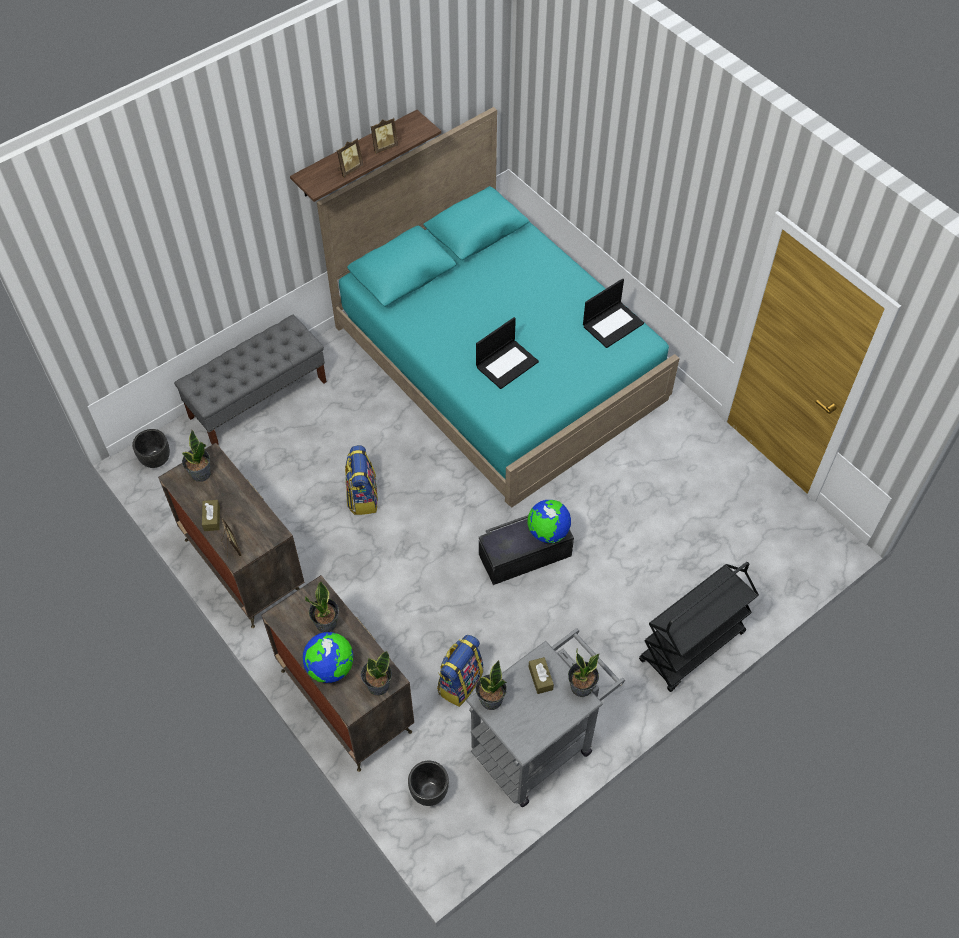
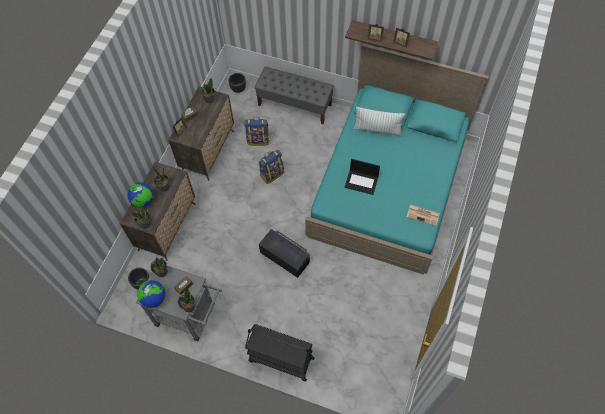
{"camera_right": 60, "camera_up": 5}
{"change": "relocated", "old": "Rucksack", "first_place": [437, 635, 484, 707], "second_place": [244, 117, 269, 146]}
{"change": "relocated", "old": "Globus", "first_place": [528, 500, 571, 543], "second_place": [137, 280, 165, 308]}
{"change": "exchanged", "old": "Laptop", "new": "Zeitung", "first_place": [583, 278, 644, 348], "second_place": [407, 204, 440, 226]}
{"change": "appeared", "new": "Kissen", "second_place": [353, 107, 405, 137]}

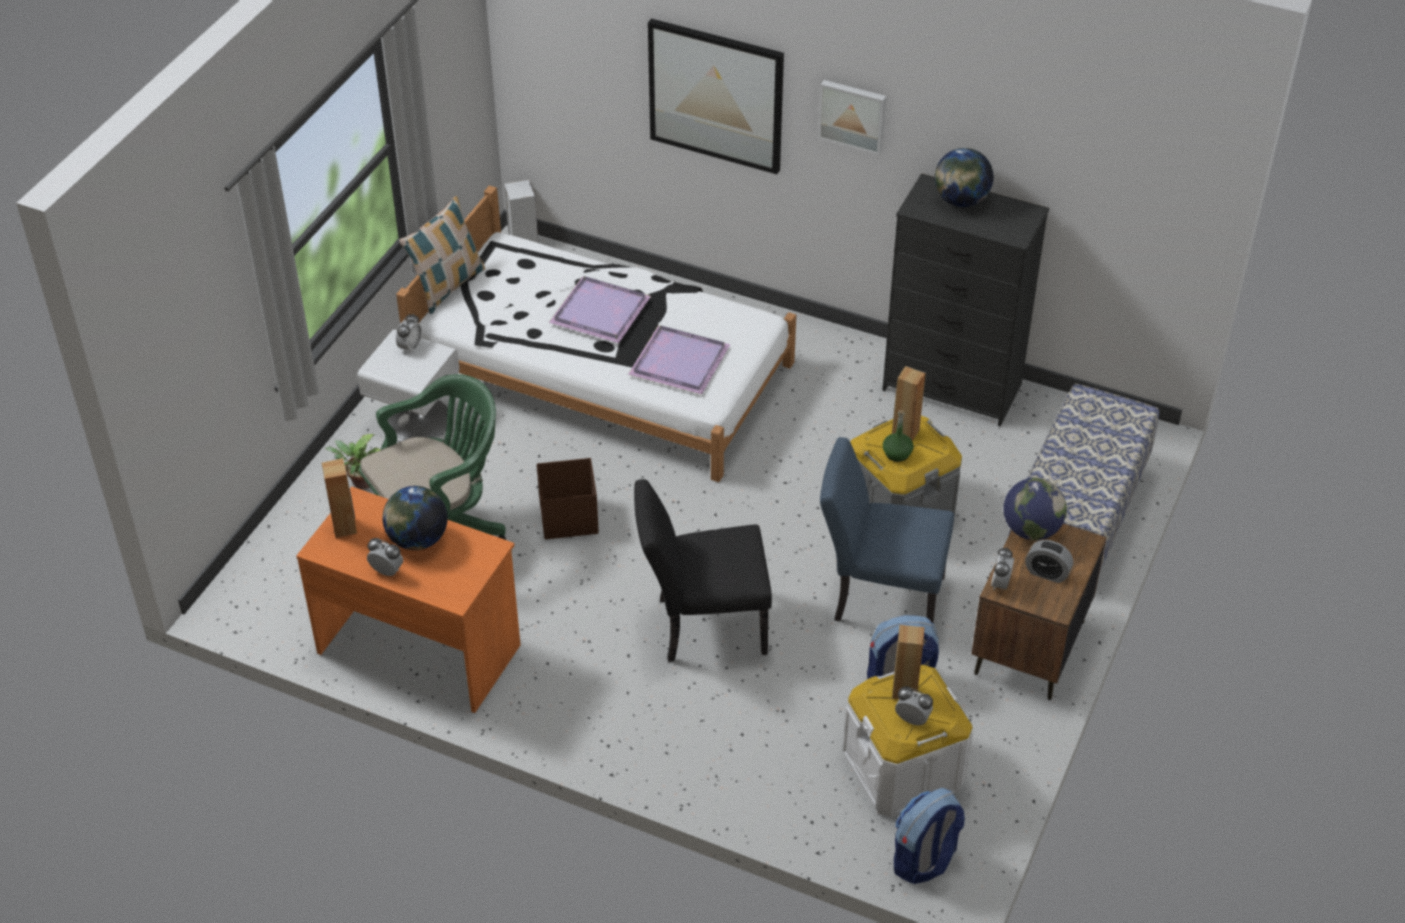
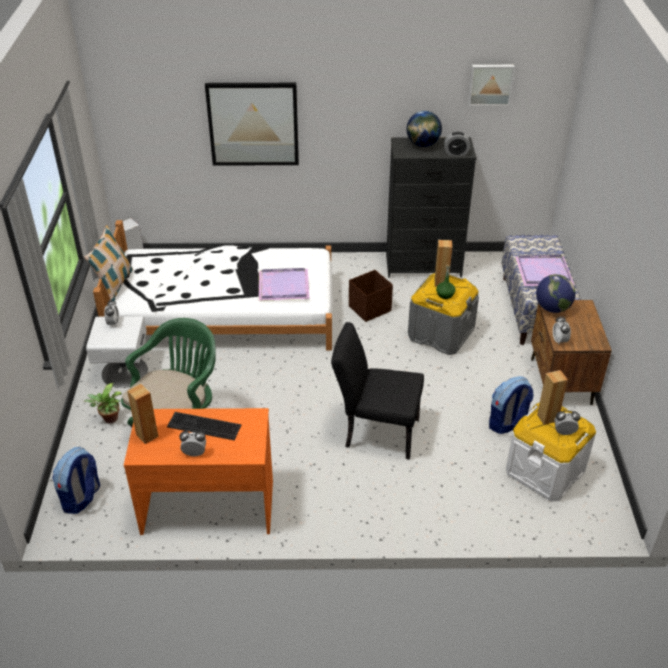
{"camera_right": -25, "camera_up": -5}
{"change": "exchanged", "old": "Globus", "new": "Tastatur", "first_place": [382, 486, 448, 550], "second_place": [167, 412, 241, 440]}
{"change": "relocated", "old": "Aufbewahrungsbox [braun]", "first_place": [537, 458, 599, 539], "second_place": [349, 270, 393, 322]}
{"change": "relocated", "old": "Tablett [lila]", "first_place": [549, 276, 651, 343], "second_place": [515, 255, 574, 286]}
{"change": "spun", "old": "Stuhl [schwarz]", "first_place": [634, 479, 772, 662], "second_place": [331, 322, 424, 460], "degrees": 45}
{"change": "relocated", "old": "Bild", "first_place": [818, 80, 886, 155], "second_place": [468, 65, 515, 106]}
{"change": "missing", "old": "Stuhl [blau]", "first_place": [820, 437, 954, 624]}
{"change": "relocated", "old": "Rucksack", "first_place": [894, 788, 965, 884], "second_place": [52, 447, 100, 514]}
{"change": "relocated", "old": "Wecker", "first_place": [1025, 540, 1073, 583], "second_place": [444, 132, 470, 156]}

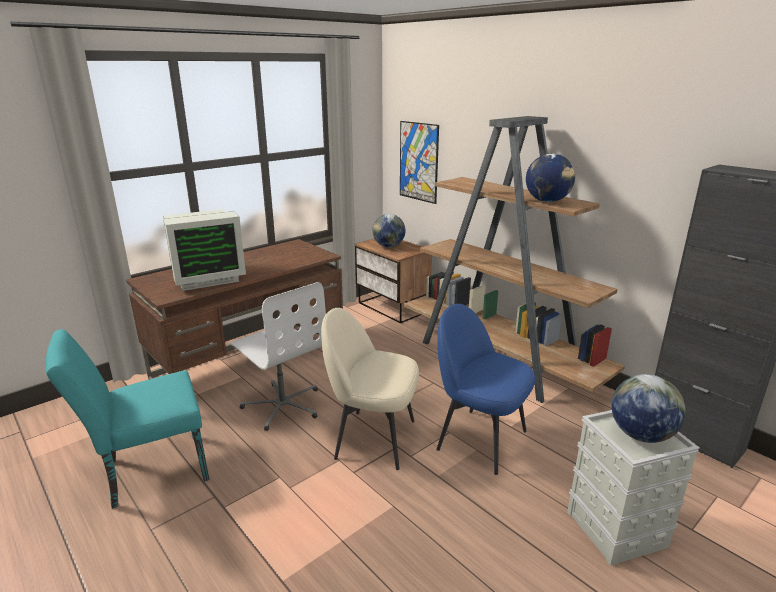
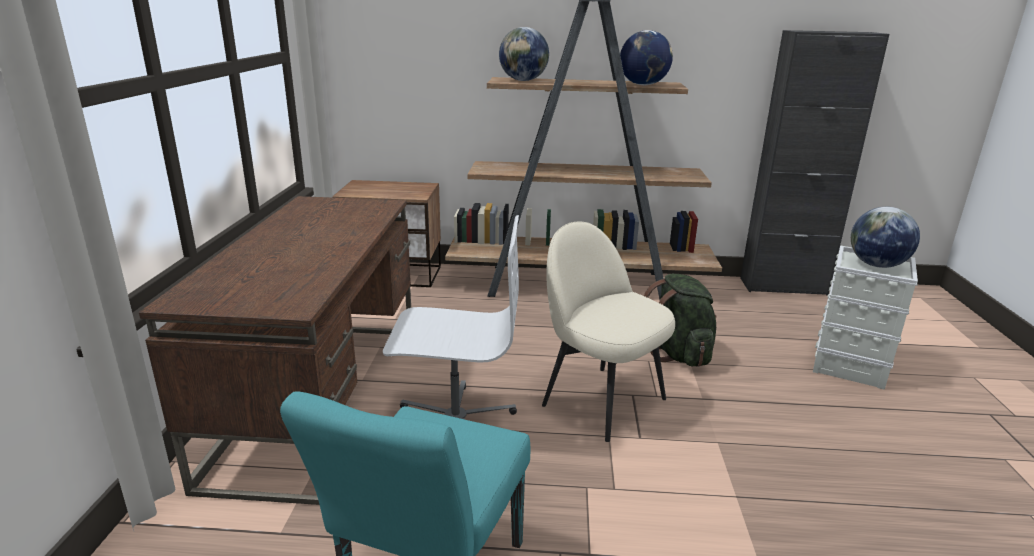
{"camera_right": -45, "camera_up": 0}
{"change": "missing", "old": "Monitor", "first_place": [163, 209, 246, 291]}
{"change": "spun", "old": "Stuhl [beige]", "first_place": [321, 308, 419, 470], "second_place": [542, 222, 675, 442], "degrees": 75}
{"change": "relocated", "old": "Globus", "first_place": [372, 214, 406, 248], "second_place": [499, 27, 549, 81]}
{"change": "missing", "old": "Bild", "first_place": [400, 121, 439, 204]}
{"change": "exchanged", "old": "Stuhl [blau]", "new": "Rucksack [grün]", "first_place": [437, 304, 535, 475], "second_place": [644, 274, 717, 367]}

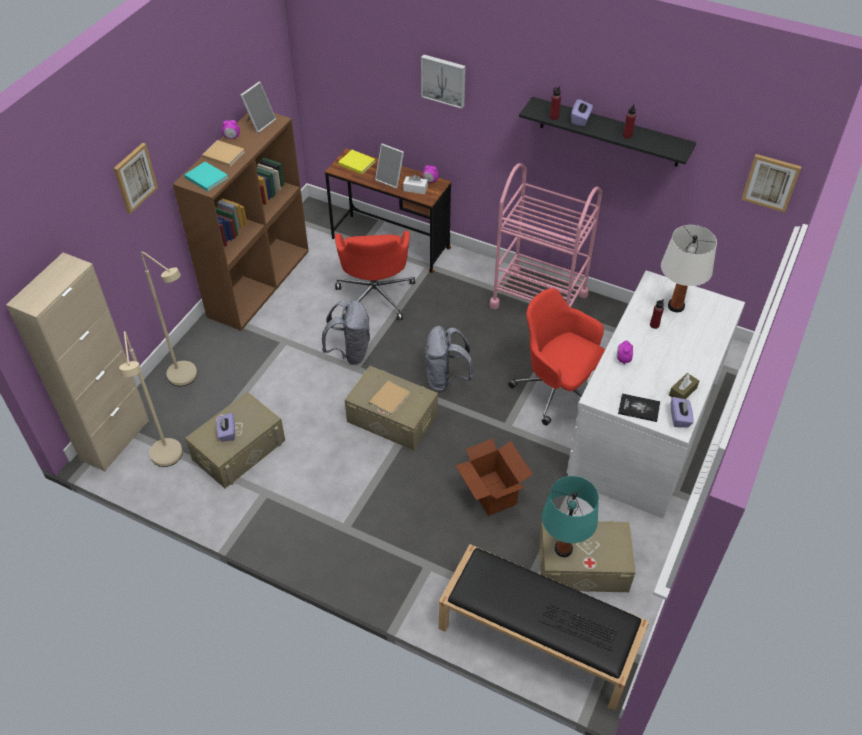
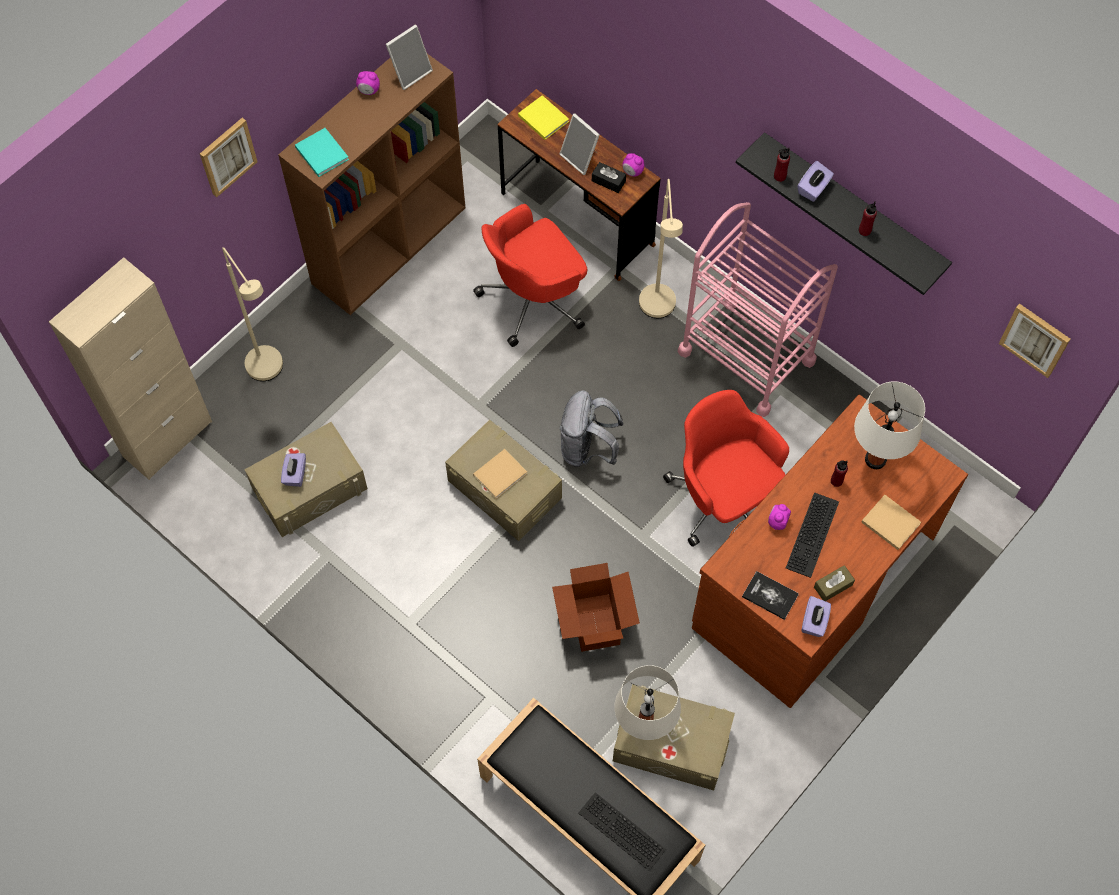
{"camera_right": 15, "camera_up": 15}
{"change": "relocated", "old": "Stehlampe [beige]", "first_place": [119, 331, 183, 467], "second_place": [639, 179, 683, 318]}
{"change": "relocated", "old": "Buch [beige]", "first_place": [202, 140, 245, 167], "second_place": [861, 495, 921, 550]}
{"change": "missing", "old": "Rucksack [grau]", "first_place": [322, 300, 370, 365]}
{"change": "spun", "old": "Bürostuhl [rot]", "first_place": [335, 231, 415, 320], "second_place": [473, 204, 587, 347], "degrees": 45}
{"change": "colour", "old": "Taschentuchbox [weiß]", "new": "Taschentuchbox [schwarz]", "first_place": [403, 174, 428, 194], "second_place": [592, 162, 626, 193]}
{"change": "missing", "old": "Bild", "first_place": [421, 54, 466, 109]}
{"change": "colour", "old": "Tischlampe [türkis]", "new": "Tischlampe [weiß]", "first_place": [542, 476, 599, 557], "second_place": [614, 665, 681, 740]}
{"change": "colour", "old": "Schreibtisch [weiß]", "new": "Schreibtisch [braun]", "first_place": [567, 270, 745, 518], "second_place": [692, 394, 968, 708]}
{"change": "appeared", "new": "Tastatur", "second_place": [786, 492, 839, 578]}

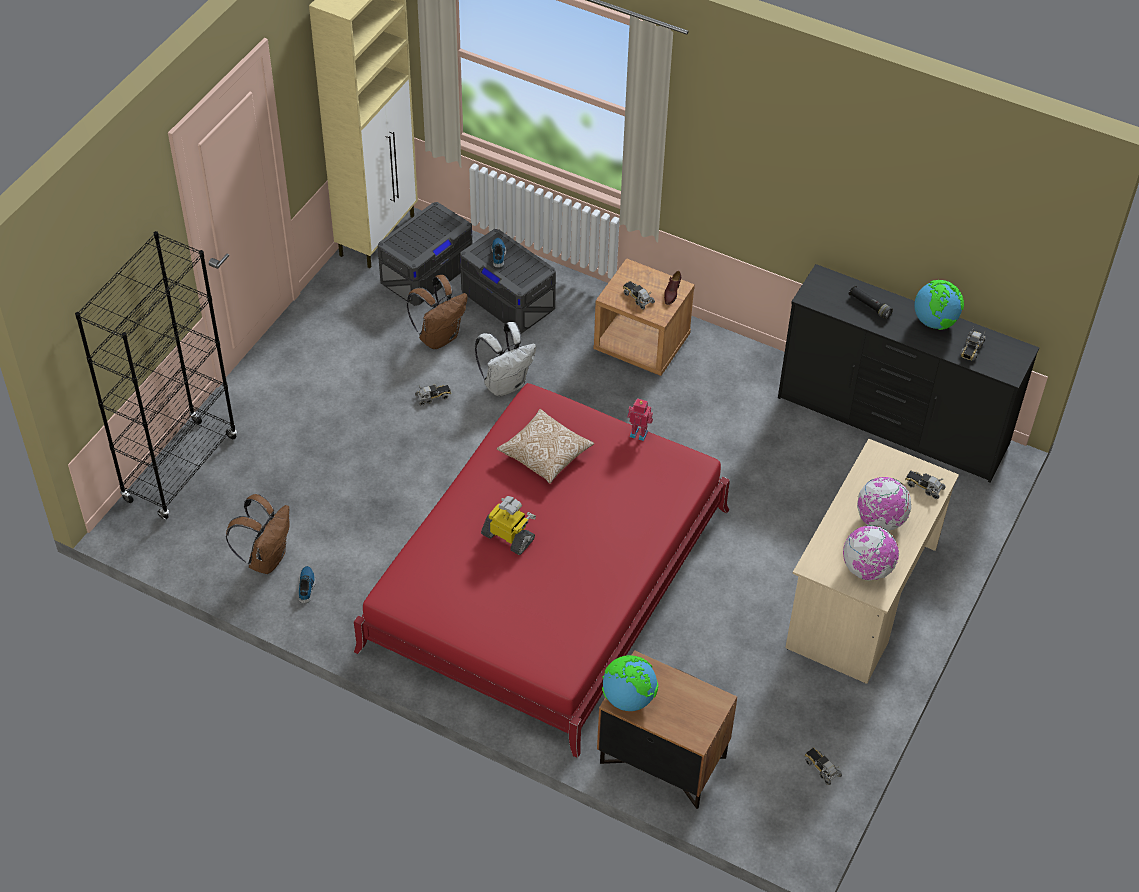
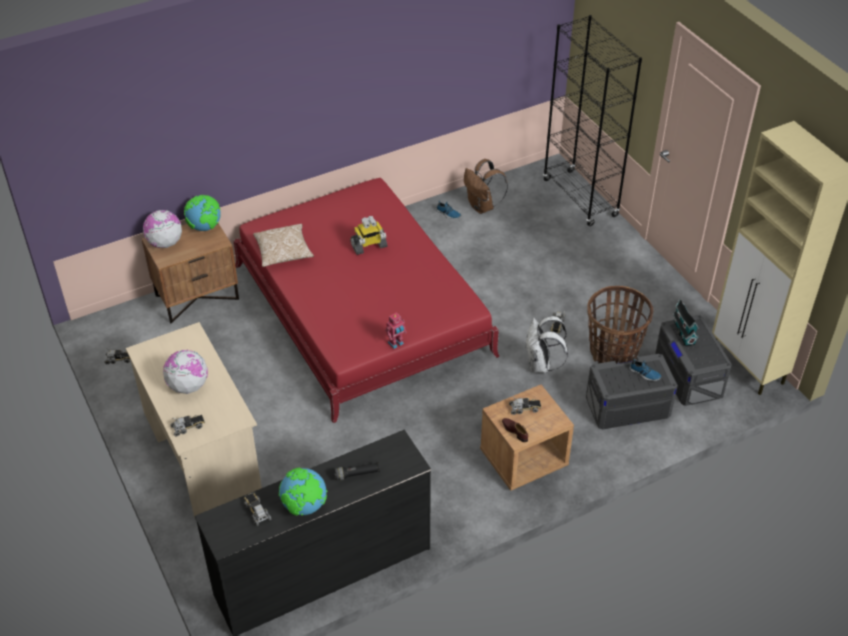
{"camera_right": 125, "camera_up": -5}
{"change": "exchanged", "old": "Rucksack [braun]", "new": "Korb", "first_place": [407, 275, 468, 349], "second_place": [587, 286, 653, 363]}
{"change": "relocated", "old": "Kissen", "first_place": [497, 409, 594, 484], "second_place": [253, 224, 314, 267]}
{"change": "relocated", "old": "Globus", "first_place": [843, 525, 899, 581], "second_place": [143, 210, 182, 248]}
{"change": "appeared", "new": "Spielzeughaus", "second_place": [673, 299, 699, 347]}

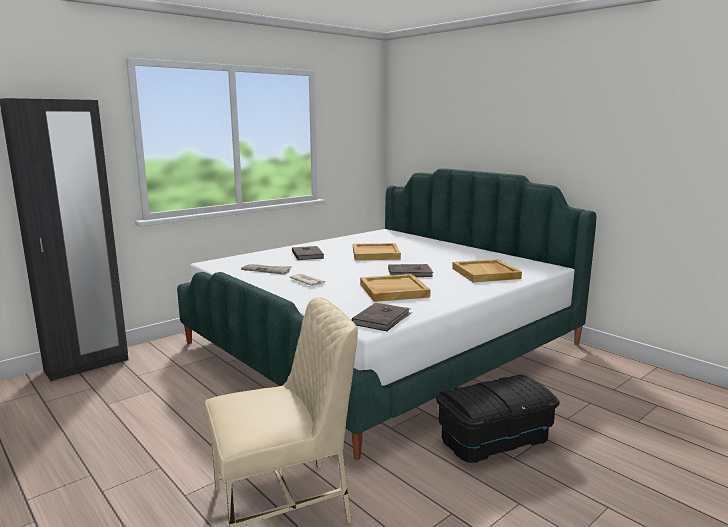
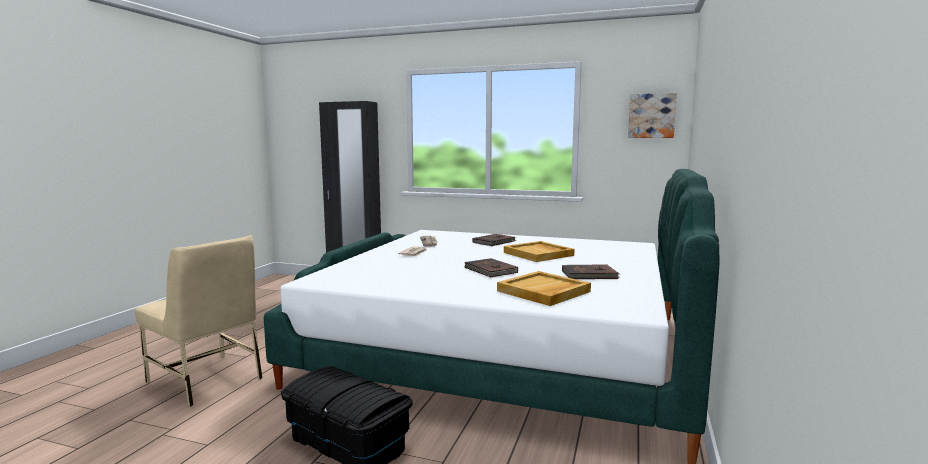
{"camera_right": 60, "camera_up": -5}
{"change": "relocated", "old": "Buch [braun]", "first_place": [352, 303, 412, 331], "second_place": [562, 264, 620, 279]}
{"change": "missing", "old": "Tablett [beige]", "first_place": [360, 274, 431, 302]}
{"change": "appeared", "new": "Bild", "second_place": [628, 93, 677, 138]}

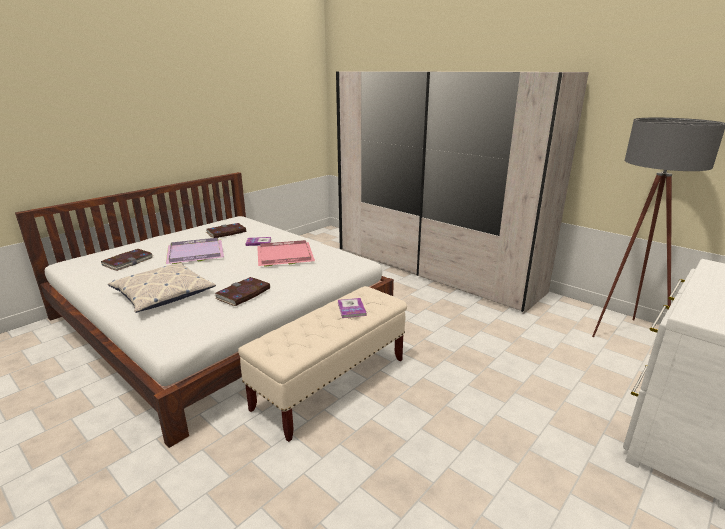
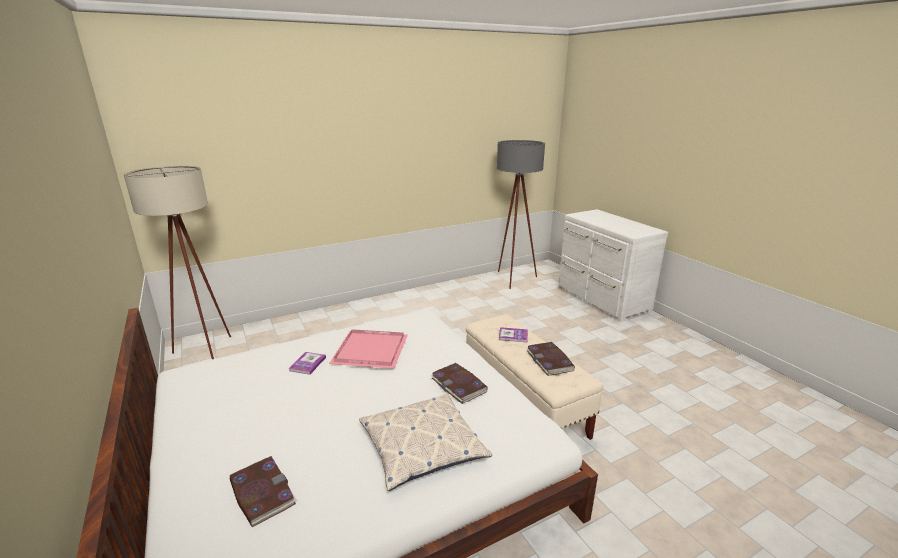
{"camera_right": -70, "camera_up": 0}
{"change": "missing", "old": "Tablett [lila]", "first_place": [166, 238, 224, 264]}
{"change": "relocated", "old": "Buch", "first_place": [206, 223, 246, 238], "second_place": [526, 342, 575, 376]}
{"change": "missing", "old": "Kleiderschrank [weiß]", "first_place": [336, 71, 589, 314]}
{"change": "appeared", "new": "Stehlampe [beige]", "second_place": [124, 166, 231, 359]}

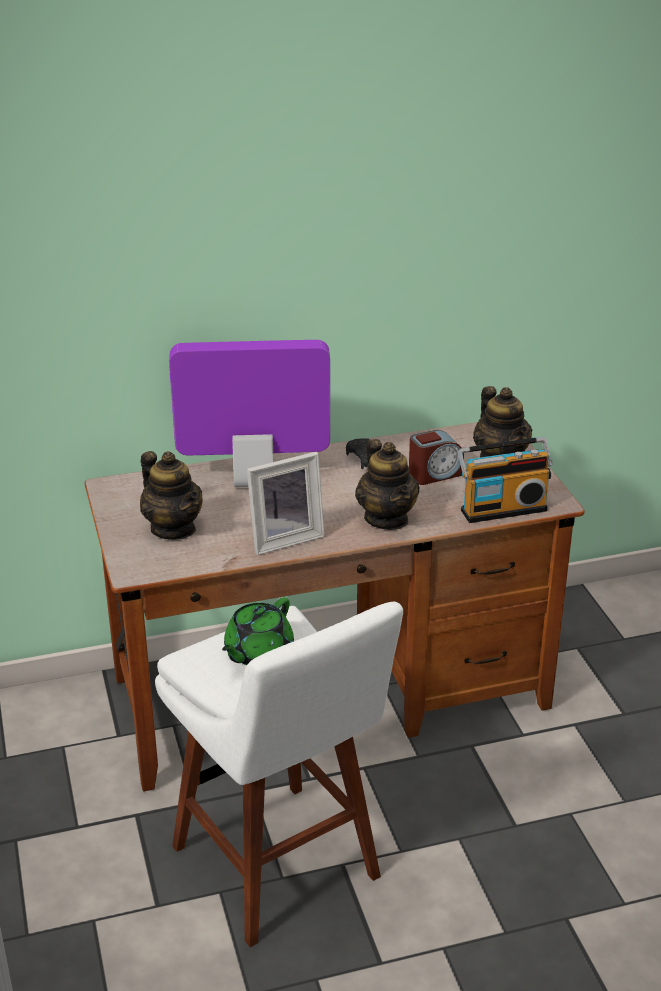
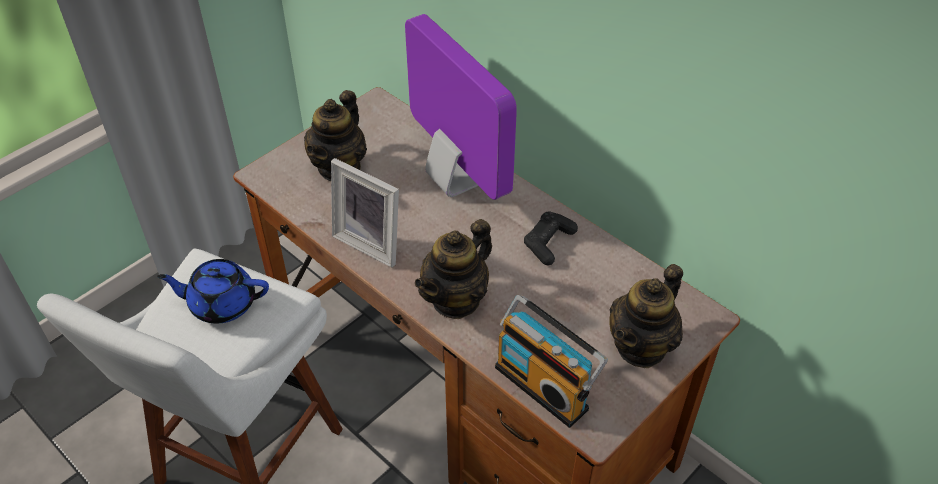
{"camera_right": 60, "camera_up": 15}
{"change": "colour", "old": "Teekanne [grün]", "new": "Teekanne [blau]", "first_place": [222, 597, 294, 665], "second_place": [157, 259, 269, 324]}
{"change": "missing", "old": "Wecker", "first_place": [409, 430, 464, 485]}

